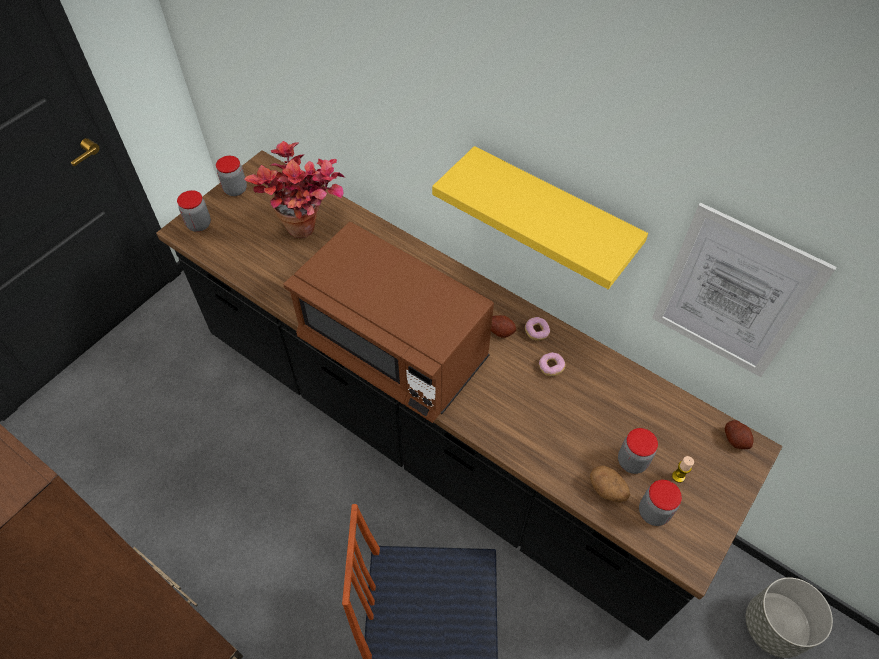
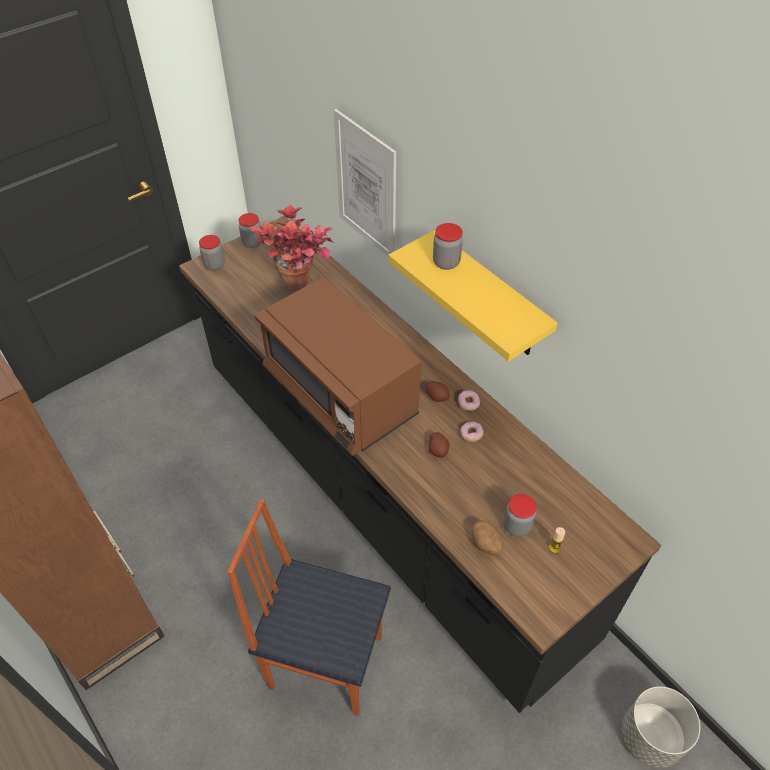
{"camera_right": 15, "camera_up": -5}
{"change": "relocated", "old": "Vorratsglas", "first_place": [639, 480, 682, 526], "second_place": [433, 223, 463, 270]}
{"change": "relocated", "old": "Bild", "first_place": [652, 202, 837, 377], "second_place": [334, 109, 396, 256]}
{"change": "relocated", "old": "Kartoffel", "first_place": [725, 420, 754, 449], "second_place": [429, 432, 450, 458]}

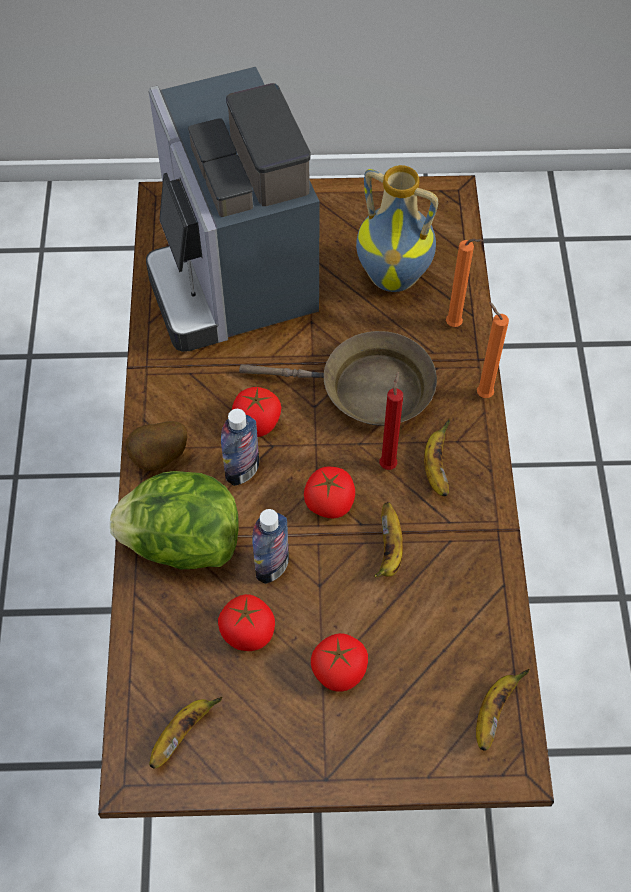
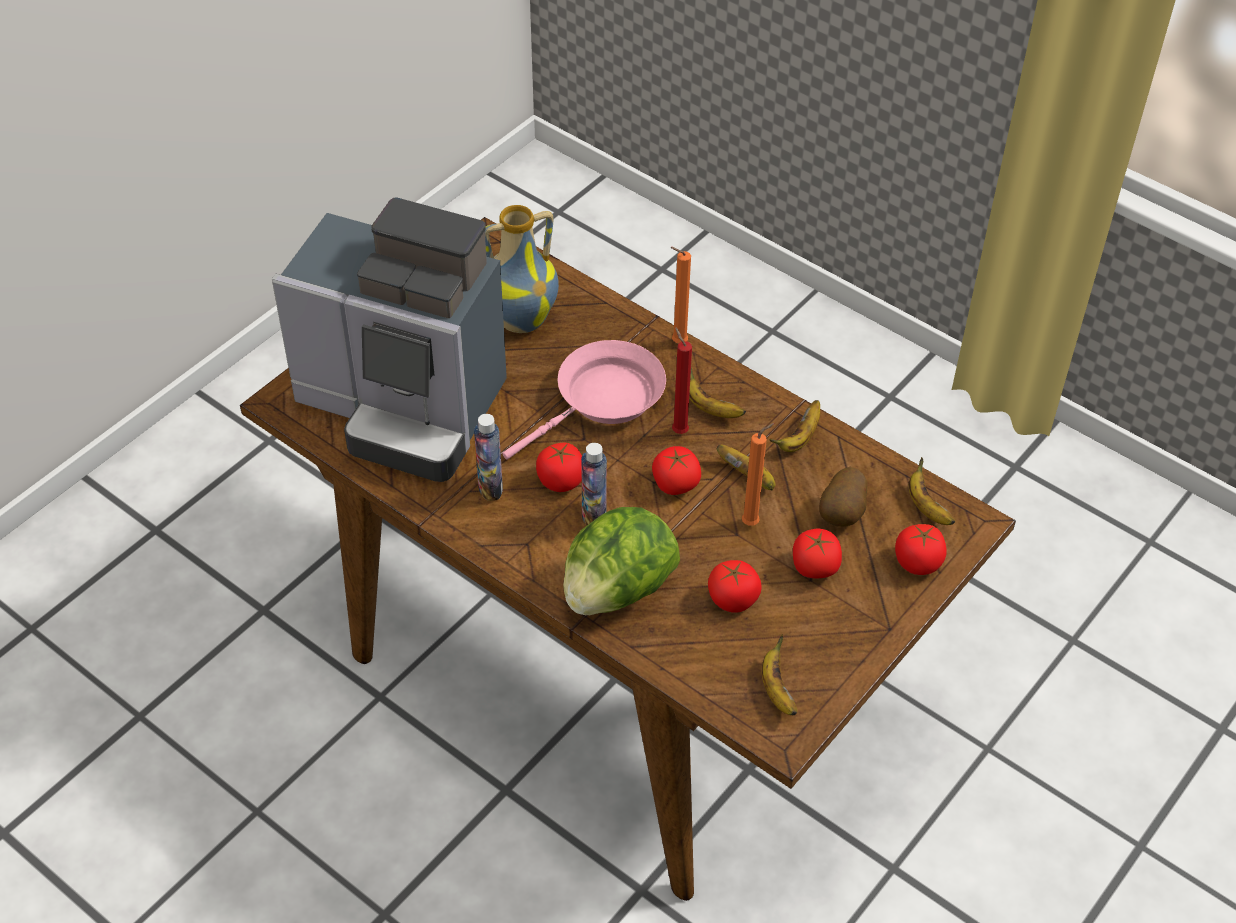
{"camera_right": -50, "camera_up": -10}
{"change": "relocated", "old": "Kartoffel", "first_place": [126, 421, 187, 471], "second_place": [819, 467, 867, 527]}
{"change": "colour", "old": "Pfanne [braun]", "new": "Pfanne [rosa]", "first_place": [239, 331, 437, 426], "second_place": [502, 340, 666, 460]}
{"change": "relocated", "old": "Flasche", "first_place": [252, 509, 289, 584], "second_place": [474, 414, 503, 501]}
{"change": "relocated", "old": "Kerze [orange]", "first_place": [446, 239, 483, 327], "second_place": [742, 423, 774, 526]}
{"change": "appeared", "new": "Banane", "second_place": [769, 400, 820, 452]}
{"change": "appeared", "new": "Tomate", "second_place": [895, 524, 946, 575]}

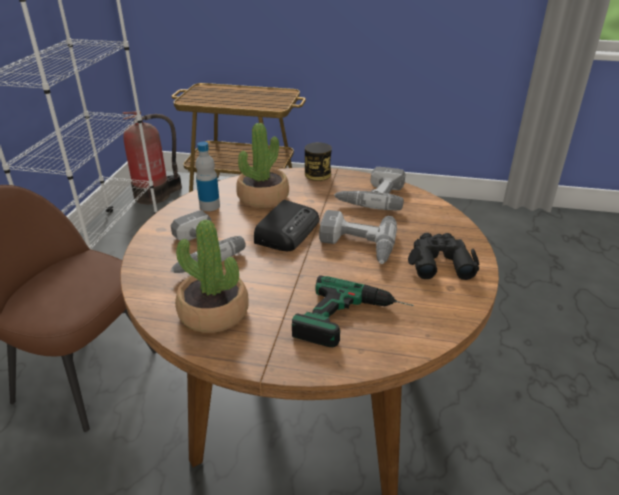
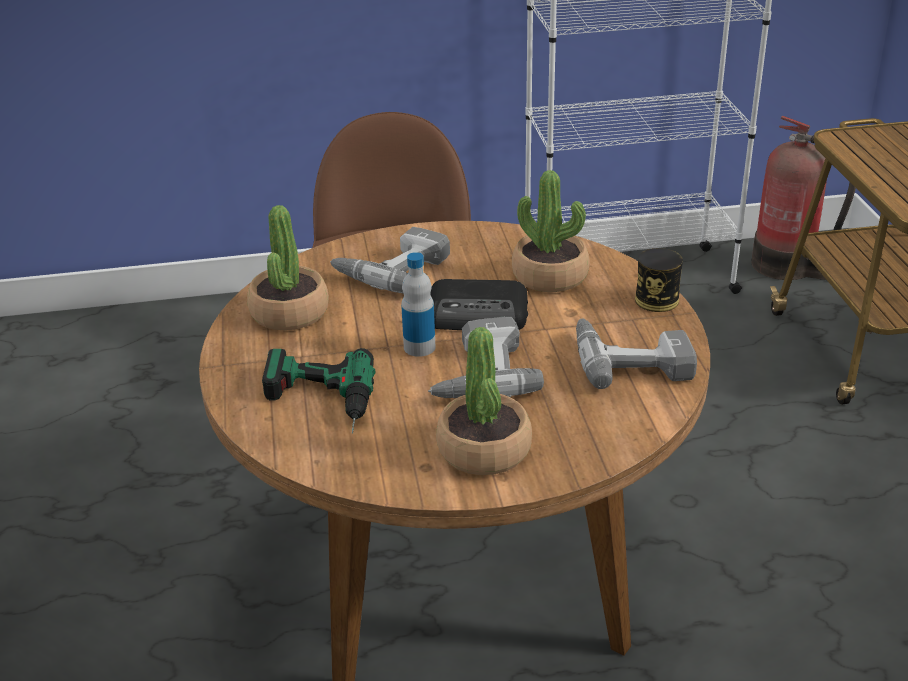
{"camera_right": 70, "camera_up": 0}
{"change": "relocated", "old": "Flasche", "first_place": [195, 142, 220, 211], "second_place": [401, 252, 435, 357]}
{"change": "exchanged", "old": "Fernglas [schwarz]", "new": "Topfpflanze", "first_place": [408, 233, 480, 280], "second_place": [436, 327, 532, 475]}

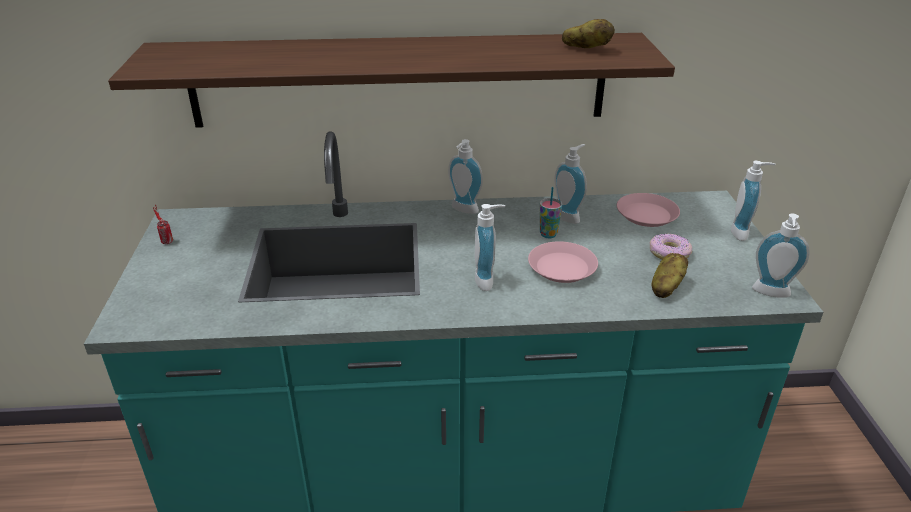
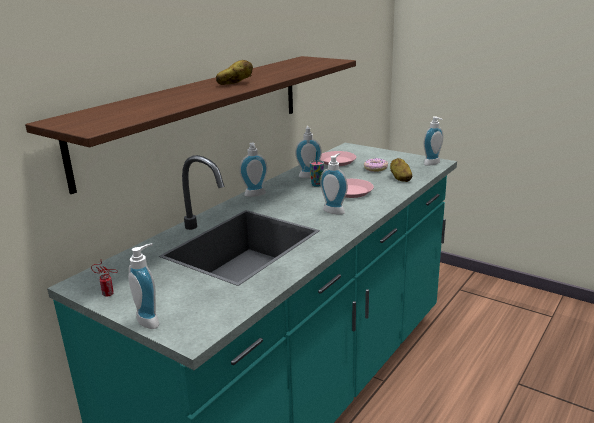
{"camera_right": -50, "camera_up": -10}
{"change": "relocated", "old": "Kartoffel", "first_place": [562, 19, 615, 48], "second_place": [216, 60, 253, 85]}
{"change": "relocated", "old": "Seifenspender", "first_place": [731, 161, 776, 241], "second_place": [128, 243, 159, 329]}

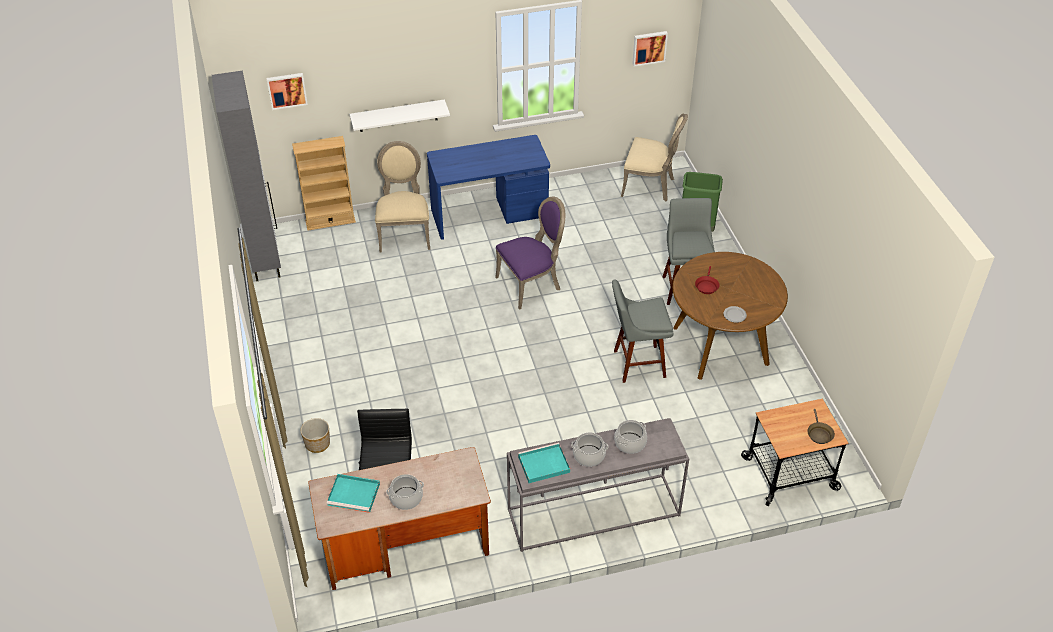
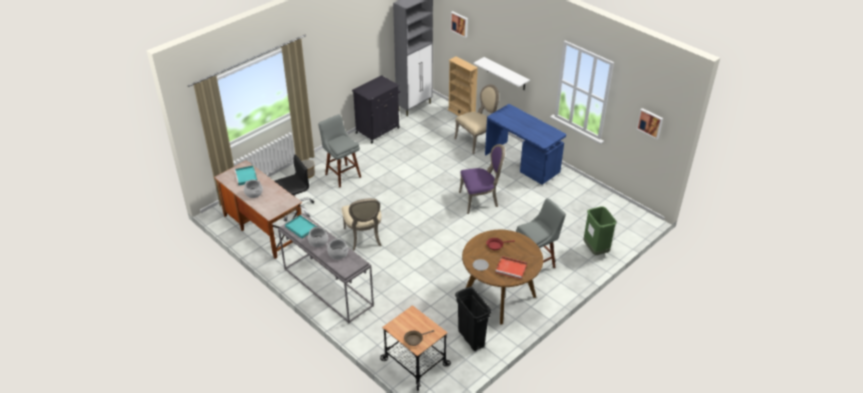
{"camera_right": 60, "camera_up": -5}
{"change": "spun", "old": "Stuhl [lila]", "first_place": [495, 197, 565, 310], "second_place": [459, 144, 505, 214], "degrees": -45}
{"change": "relocated", "old": "Hocker [grau]", "first_place": [612, 279, 674, 383], "second_place": [318, 114, 361, 187]}
{"change": "relocated", "old": "Stuhl [beige]", "first_place": [621, 114, 688, 201], "second_place": [341, 198, 382, 251]}
{"change": "appeared", "new": "Schrank [schwarz]", "second_place": [352, 75, 400, 143]}
{"change": "appeared", "new": "Mülleimer [schwarz]", "second_place": [455, 287, 492, 351]}
{"change": "appeared", "new": "Tablett [rot]", "second_place": [495, 256, 527, 280]}

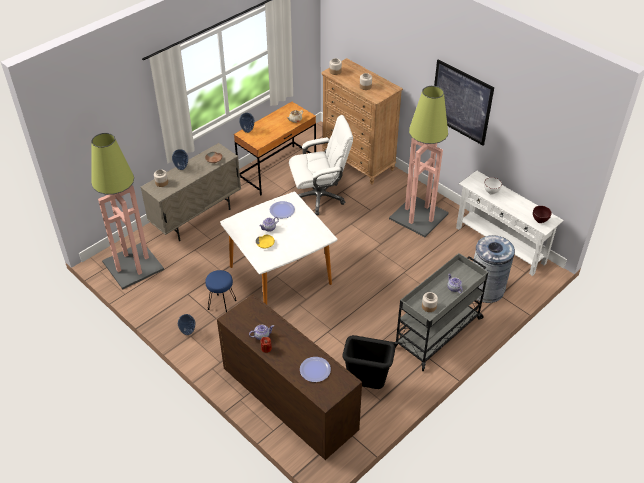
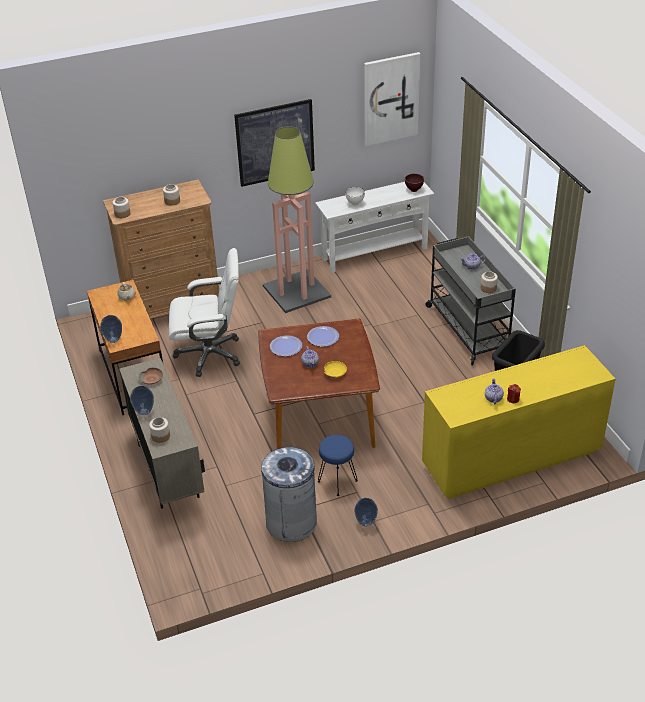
{"camera_right": -65, "camera_up": -5}
{"change": "missing", "old": "Stehlampe", "first_place": [91, 133, 164, 289]}
{"change": "colour", "old": "Kommode [braun]", "new": "Kommode [gelb]", "first_place": [217, 294, 362, 460], "second_place": [422, 345, 616, 499]}
{"change": "colour", "old": "Esstisch [weiß]", "new": "Esstisch [braun]", "first_place": [220, 192, 338, 305], "second_place": [258, 319, 380, 449]}
{"change": "spun", "old": "Bürostuhl [weiß]", "first_place": [289, 115, 353, 215], "second_place": [169, 248, 240, 377], "degrees": 75}
{"change": "relocated", "old": "Teller", "first_place": [300, 357, 331, 382], "second_place": [307, 326, 339, 347]}
{"change": "relocated", "old": "Mülleimer [grau]", "first_place": [473, 235, 515, 303], "second_place": [261, 447, 317, 542]}
{"change": "appeared", "new": "Bild", "second_place": [364, 52, 420, 146]}

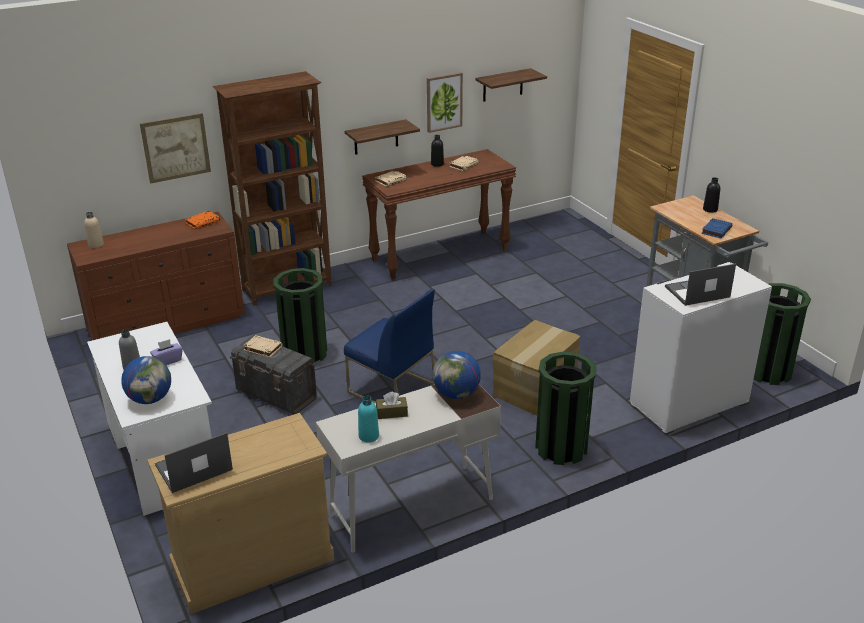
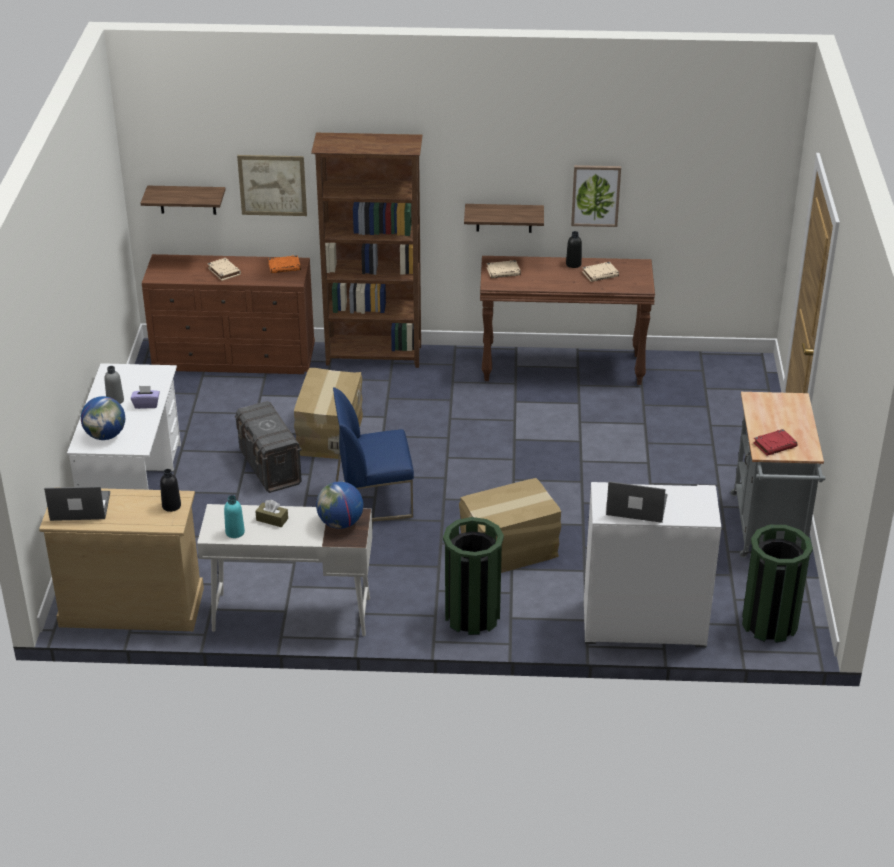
{"camera_right": 30, "camera_up": 5}
{"change": "missing", "old": "Flasche [beige]", "first_place": [84, 212, 104, 248]}
{"change": "relocated", "old": "Buch [beige]", "first_place": [243, 335, 282, 357], "second_place": [207, 258, 241, 281]}
{"change": "exchanged", "old": "Mülleimer [grün]", "new": "Karton", "first_place": [274, 268, 327, 363], "second_place": [294, 368, 363, 459]}
{"change": "spun", "old": "Stuhl [blau]", "first_place": [344, 289, 435, 403], "second_place": [333, 388, 414, 522], "degrees": 105}
{"change": "relocated", "old": "Wandregal", "first_place": [475, 68, 547, 102], "second_place": [140, 186, 226, 215]}
{"change": "colour", "old": "Buch [blau]", "new": "Buch [rot]", "first_place": [701, 218, 732, 238], "second_place": [753, 429, 797, 456]}
{"change": "relocated", "old": "Flasche [schwarz]", "first_place": [703, 177, 720, 213], "second_place": [160, 469, 181, 512]}

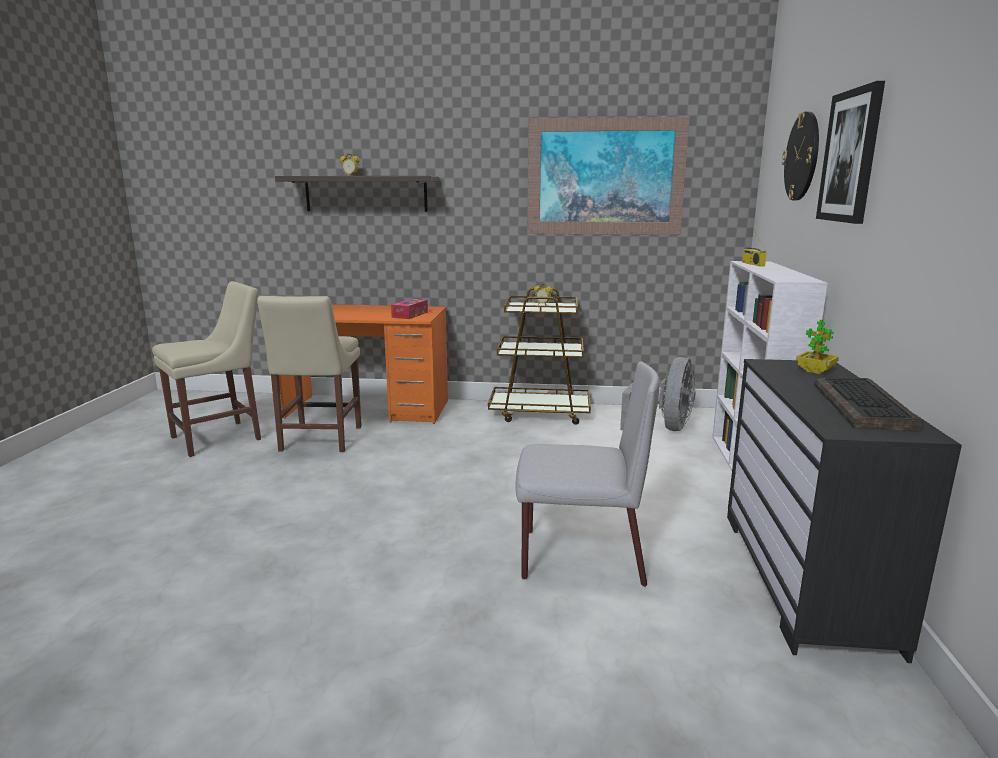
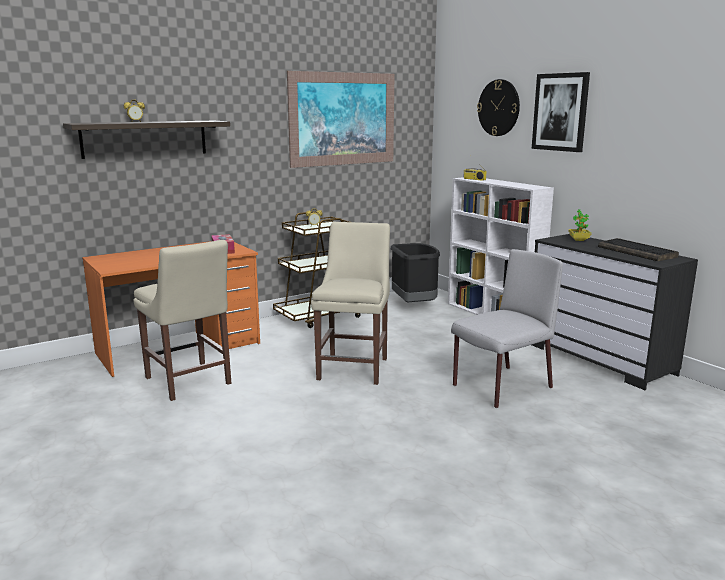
{"camera_right": -40, "camera_up": 0}
{"change": "relocated", "old": "Stuhl [beige]", "first_place": [152, 281, 261, 457], "second_place": [311, 222, 390, 385]}
{"change": "exchanged", "old": "Ventilator [grau]", "new": "Mülleimer [schwarz]", "first_place": [620, 357, 696, 431], "second_place": [391, 243, 440, 302]}

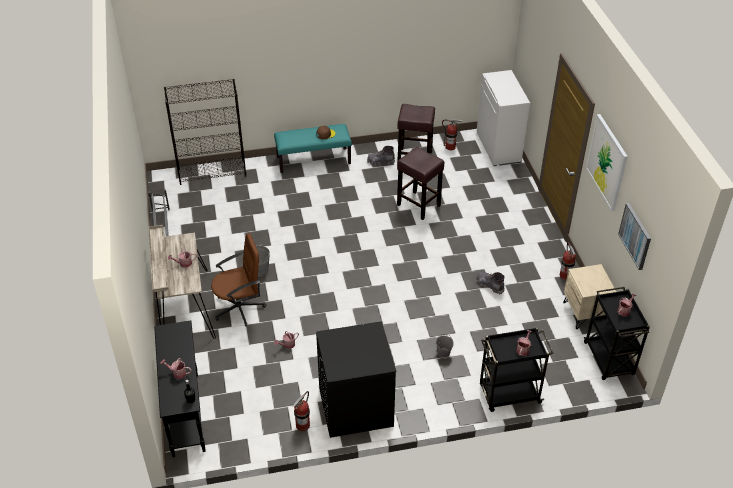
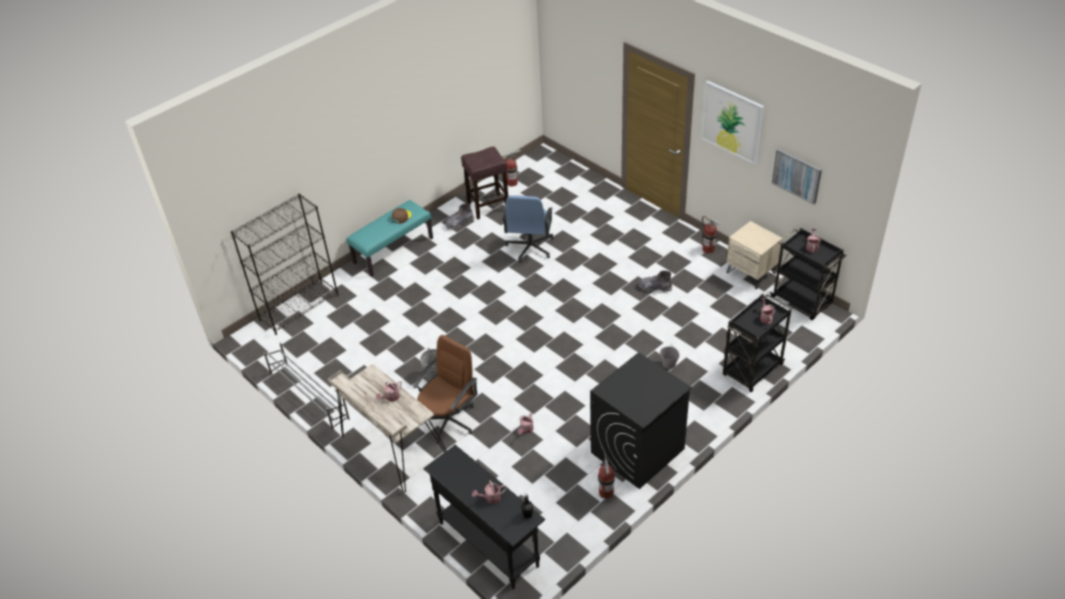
{"camera_right": -30, "camera_up": 0}
{"change": "exchanged", "old": "Hocker [braun]", "new": "Bürostuhl [blau]", "first_place": [397, 147, 444, 220], "second_place": [502, 195, 554, 263]}
{"change": "missing", "old": "Schrank [weiß]", "first_place": [477, 70, 530, 166]}

